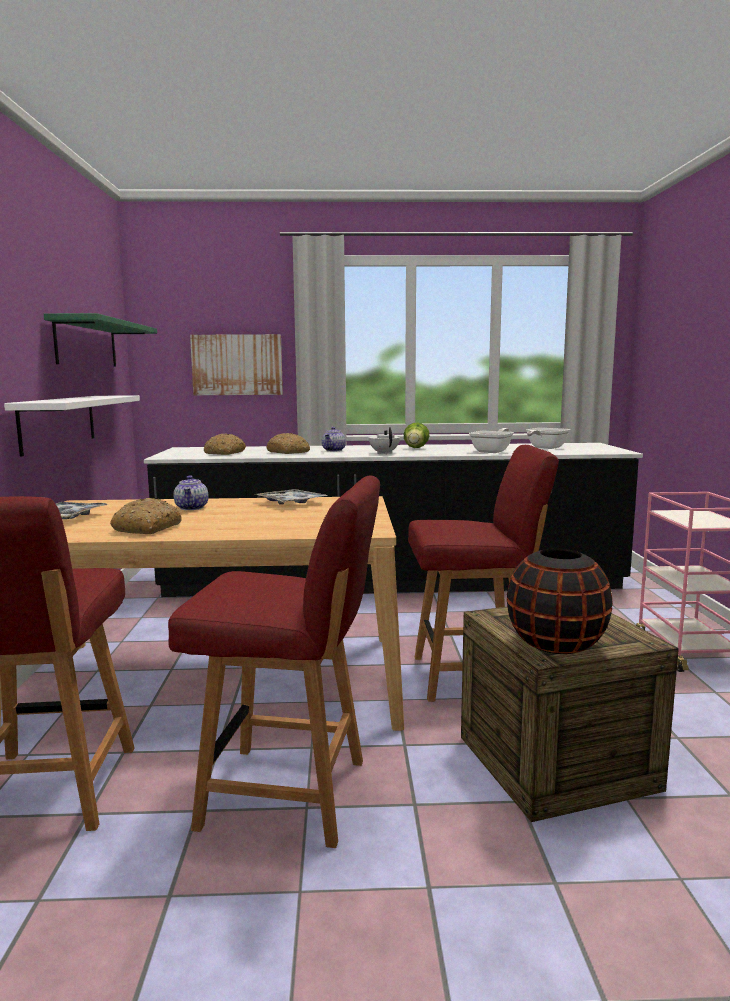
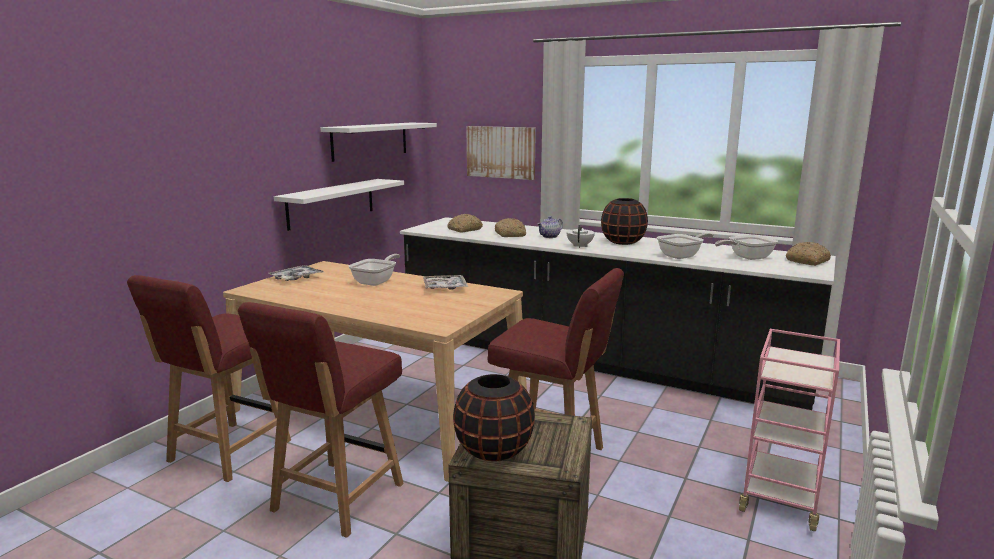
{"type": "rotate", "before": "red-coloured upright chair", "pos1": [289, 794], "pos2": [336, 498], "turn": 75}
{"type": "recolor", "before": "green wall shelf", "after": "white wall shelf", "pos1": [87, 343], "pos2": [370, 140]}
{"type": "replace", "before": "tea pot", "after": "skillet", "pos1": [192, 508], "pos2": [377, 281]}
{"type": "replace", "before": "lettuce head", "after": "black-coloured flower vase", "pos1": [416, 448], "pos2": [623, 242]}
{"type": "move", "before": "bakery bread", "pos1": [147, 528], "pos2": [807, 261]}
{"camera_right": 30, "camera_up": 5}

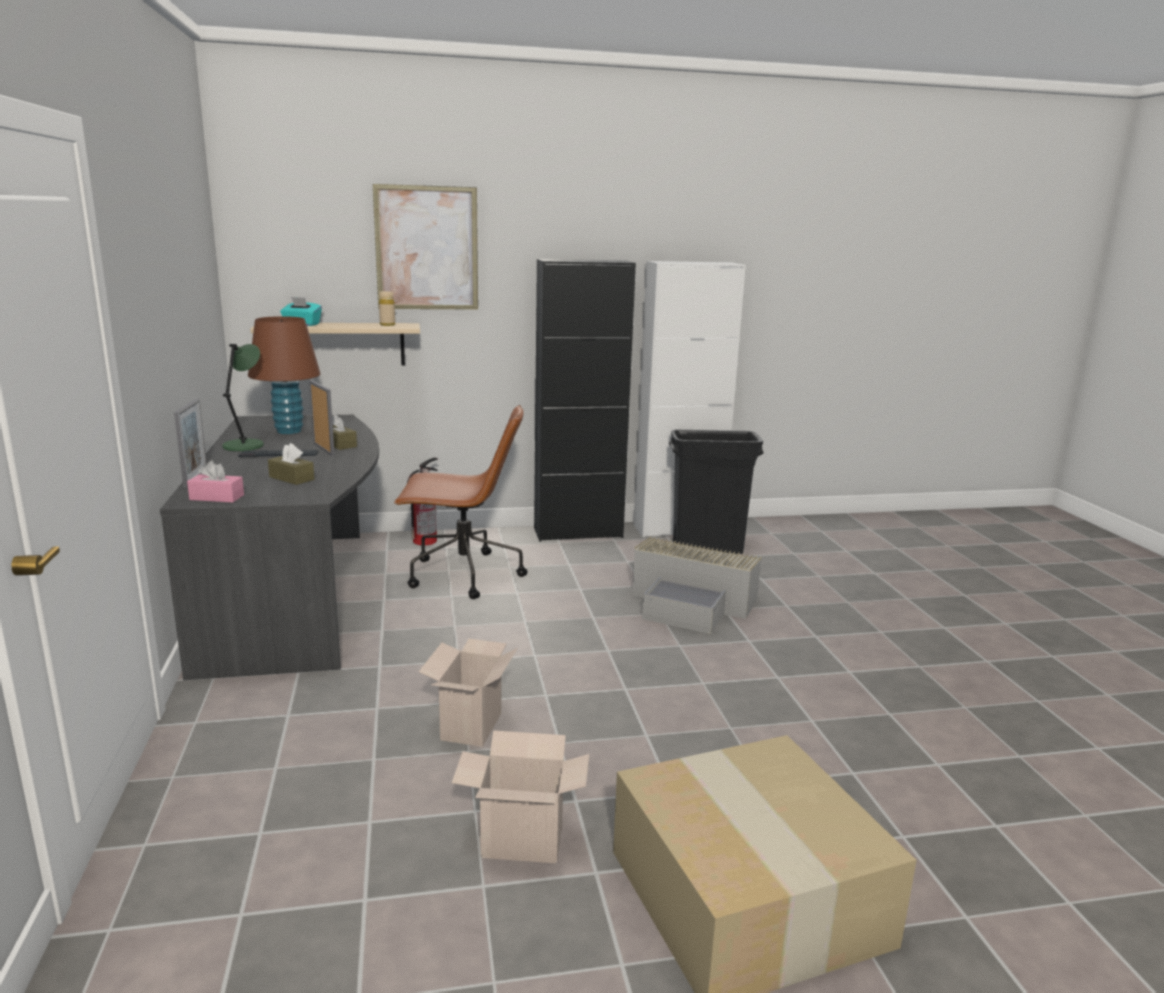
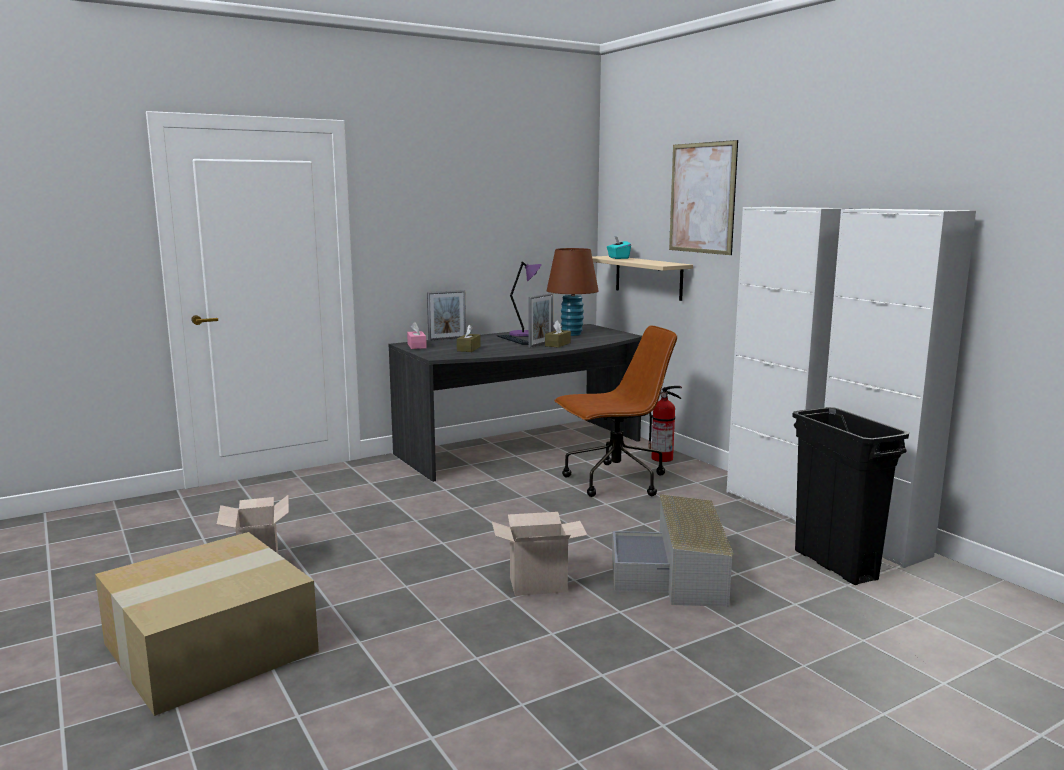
{"type": "move", "before": "packing box", "pos1": [470, 725], "pos2": [539, 584]}
{"type": "recolor", "before": "green tabletop lamp", "after": "purple-coloured tabletop lamp", "pos1": [244, 445], "pos2": [524, 334]}
{"type": "rotate", "before": "brownish computer chair", "pos1": [462, 575], "pos2": [614, 481], "turn": -90}
{"type": "recolor", "before": "black-coloured storage cabinet", "after": "white storage cabinet", "pos1": [578, 532], "pos2": [774, 502]}
{"type": "delete", "before": "sand-coloured drink bottle", "pos1": [387, 325]}
{"camera_right": 70, "camera_up": -5}

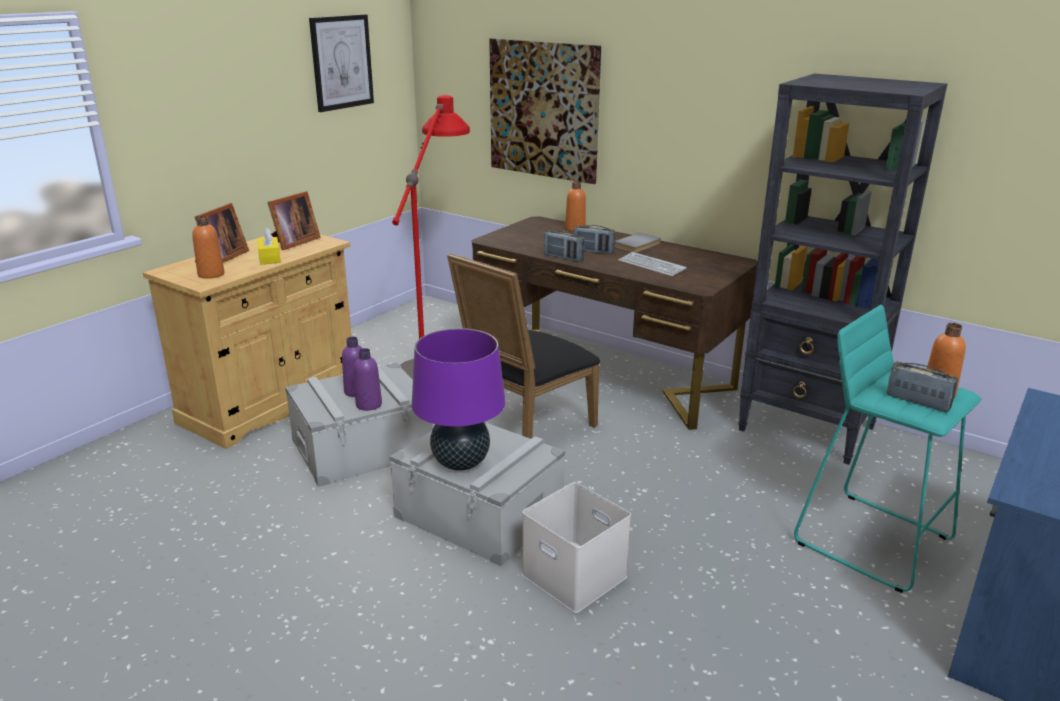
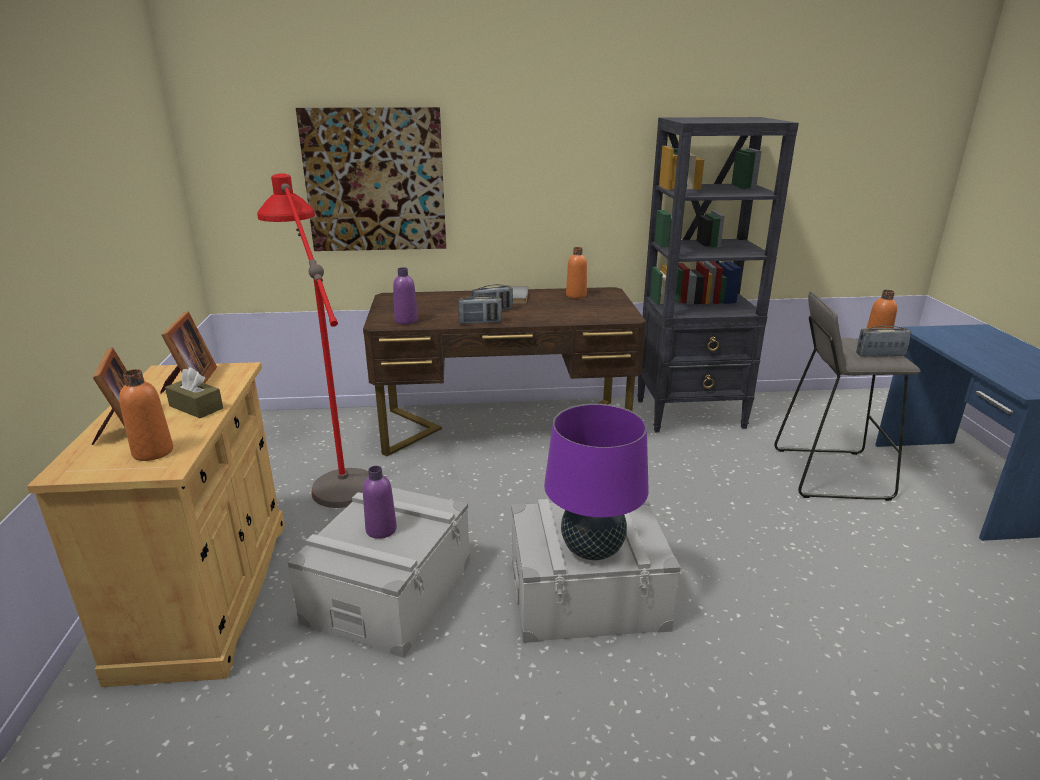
{"type": "recolor", "before": "yellowish tissue box", "after": "brownish tissue box", "pos1": [270, 258], "pos2": [196, 407]}
{"type": "move", "before": "purple-coloured drink bottle", "pos1": [369, 405], "pos2": [406, 321]}
{"type": "move", "before": "orange drink bottle", "pos1": [575, 229], "pos2": [576, 295]}
{"type": "recolor", "before": "blue-green stool", "after": "gray stool", "pos1": [873, 539], "pos2": [830, 473]}
{"type": "delete", "before": "picture", "pos1": [341, 62]}
{"type": "delete", "before": "black-coloured upright chair", "pos1": [525, 430]}
{"type": "delete", "before": "white storage bin", "pos1": [576, 576]}
{"type": "delete", "before": "computer keyboard", "pos1": [651, 265]}
{"camera_right": -40, "camera_up": 0}

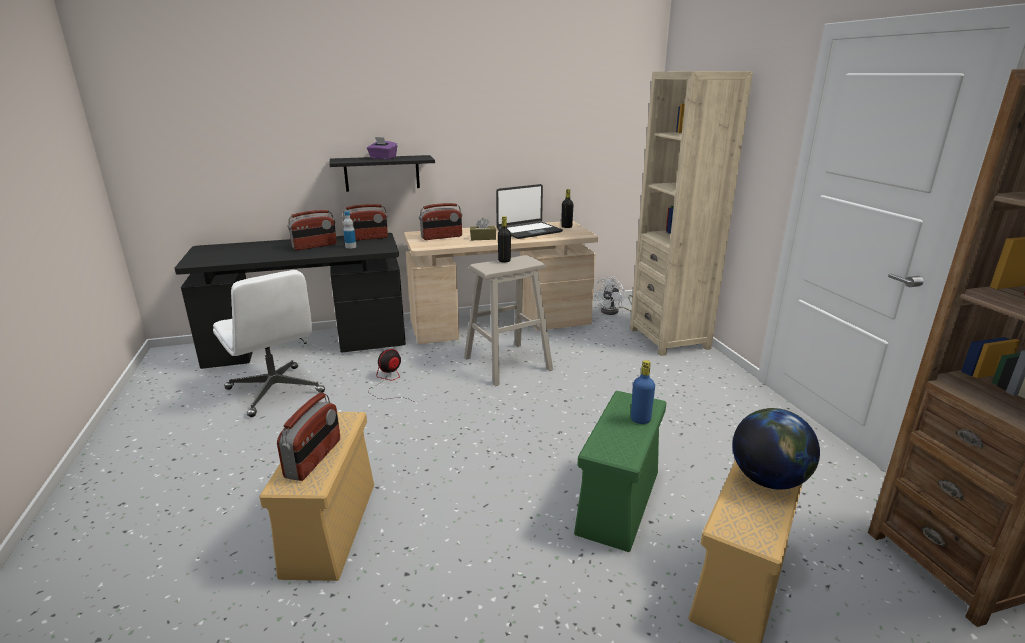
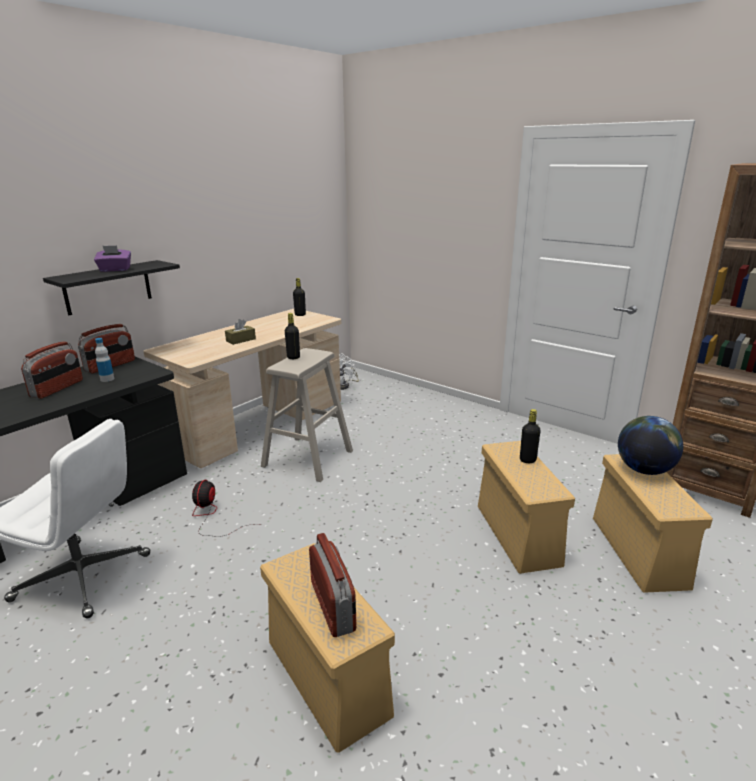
{"type": "recolor", "before": "green storage bin", "after": "sand-coloured storage bin", "pos1": [618, 503], "pos2": [518, 536]}
{"type": "recolor", "before": "blue drink bottle", "after": "black-coloured drink bottle", "pos1": [640, 419], "pos2": [527, 460]}
{"type": "delete", "before": "radio set", "pos1": [442, 237]}
{"type": "delete", "before": "laptop", "pos1": [529, 231]}
{"type": "delete", "before": "sand-coloured shelving unit", "pos1": [669, 338]}
{"camera_right": -35, "camera_up": 0}

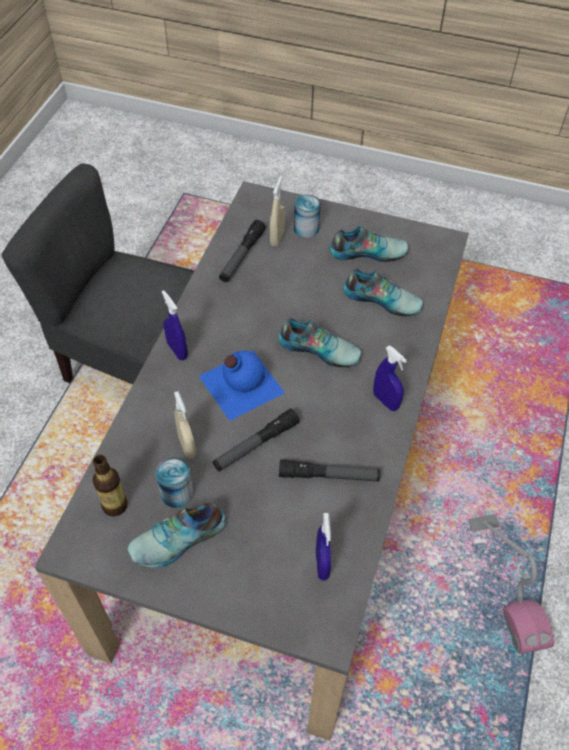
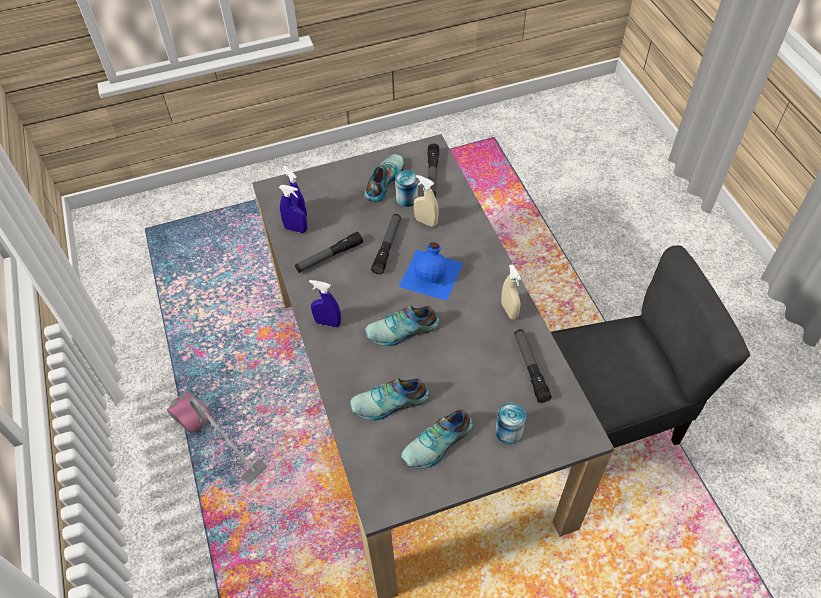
{"type": "move", "before": "blue sprayer", "pos1": [177, 351], "pos2": [296, 229]}
{"type": "replace", "before": "drink bottle", "after": "flashlight", "pos1": [115, 505], "pos2": [432, 175]}
{"type": "move", "before": "sand-coloured sprayer", "pos1": [277, 238], "pos2": [509, 310]}
{"camera_right": 145, "camera_up": 0}

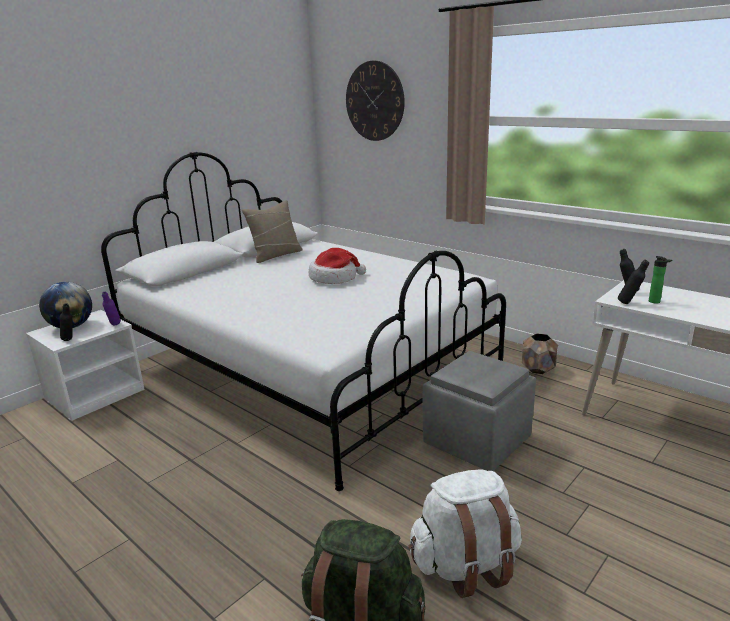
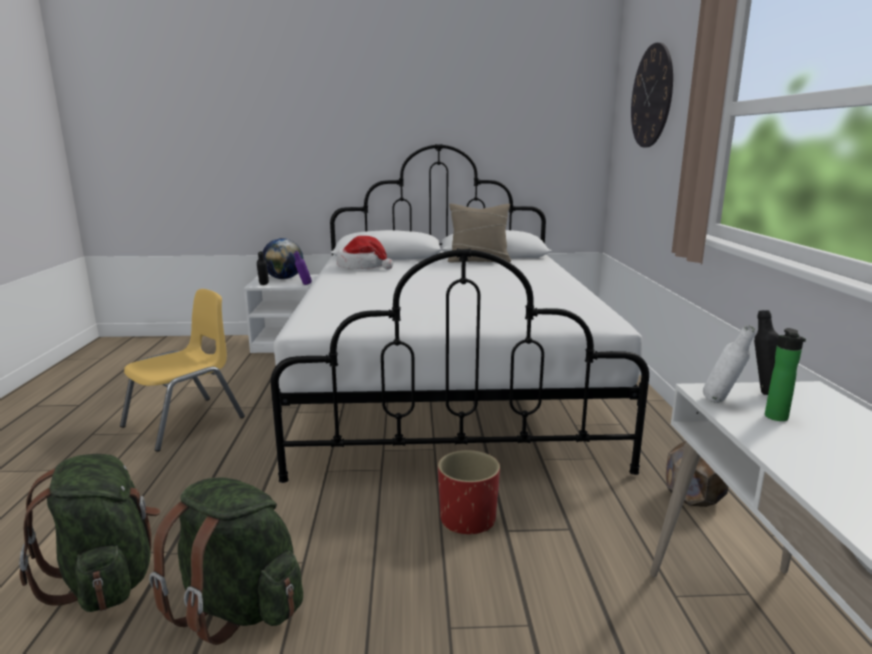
{"type": "insert", "after": "yellowish upright chair", "pos2": [185, 422]}
{"type": "recolor", "before": "white backpack", "after": "green backpack", "pos1": [465, 565], "pos2": [238, 606]}
{"type": "move", "before": "wearable hat", "pos1": [334, 278], "pos2": [363, 266]}
{"type": "replace", "before": "gray ottoman", "after": "red-coloured planter", "pos1": [476, 440], "pos2": [468, 519]}
{"type": "recolor", "before": "black-coloured drink bottle", "after": "white drink bottle", "pos1": [629, 303], "pos2": [722, 403]}
{"camera_right": 45, "camera_up": -5}

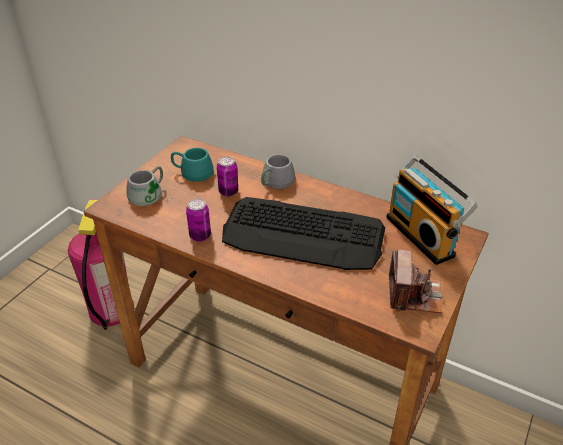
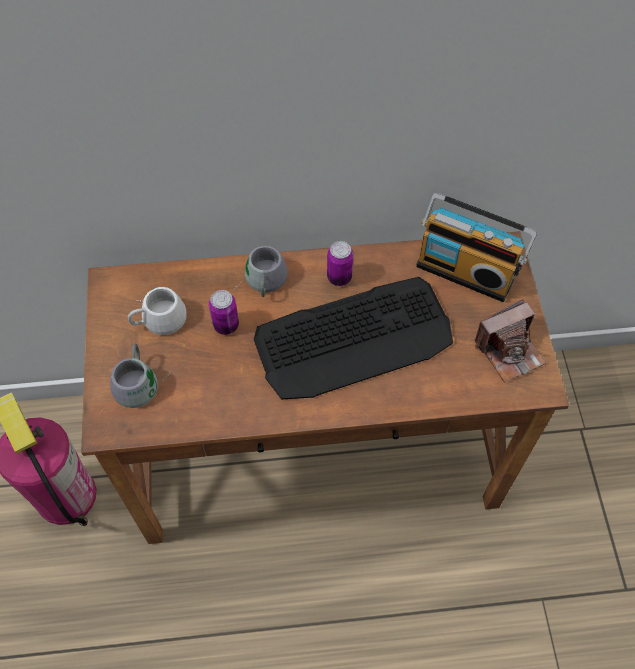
{"type": "recolor", "before": "blue-green tea mug", "after": "white tea mug", "pos1": [193, 170], "pos2": [157, 316]}
{"type": "move", "before": "metal can", "pos1": [200, 236], "pos2": [339, 277]}
{"type": "rotate", "before": "still camera", "pos1": [413, 295], "pos2": [509, 351], "turn": 90}
{"camera_right": -35, "camera_up": 20}

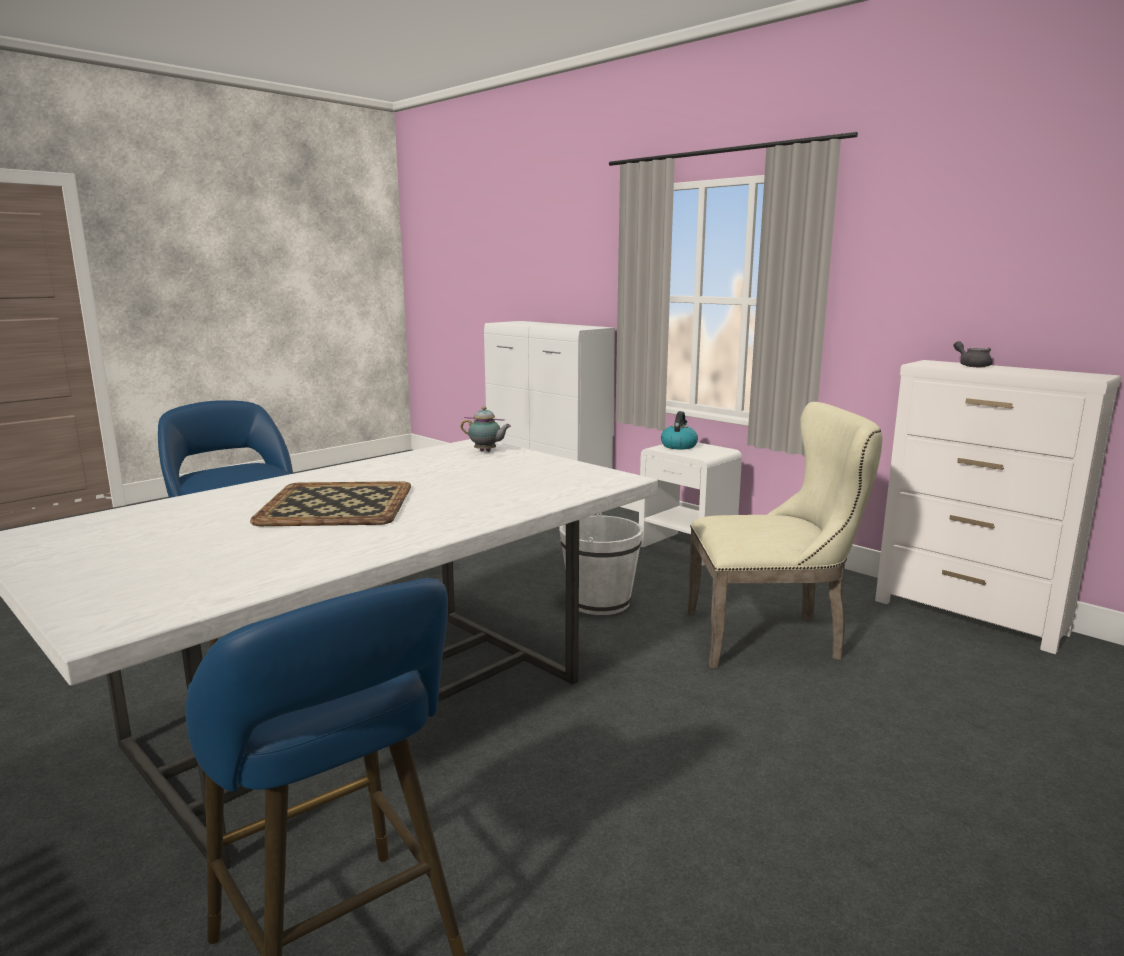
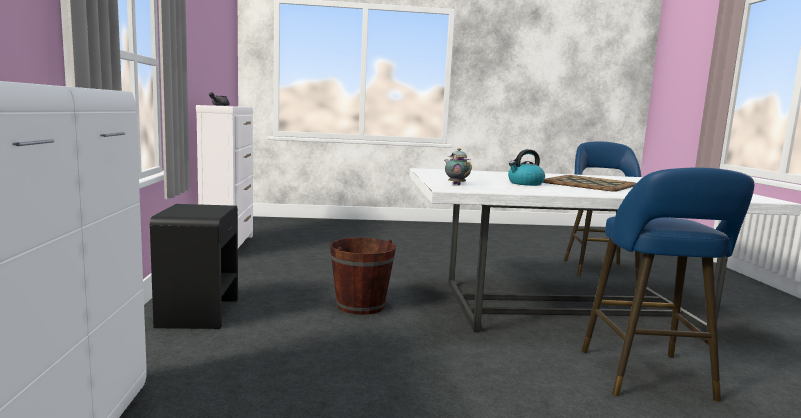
{"type": "recolor", "before": "white night table", "after": "black-coloured night table", "pos1": [687, 548], "pos2": [199, 312]}
{"type": "recolor", "before": "white water bucket", "after": "brownish water bucket", "pos1": [600, 602], "pos2": [360, 305]}
{"type": "move", "before": "kettle", "pos1": [678, 446], "pos2": [525, 183]}
{"type": "delete", "before": "sand-coloured upright chair", "pos1": [772, 637]}
{"camera_right": -140, "camera_up": -5}

